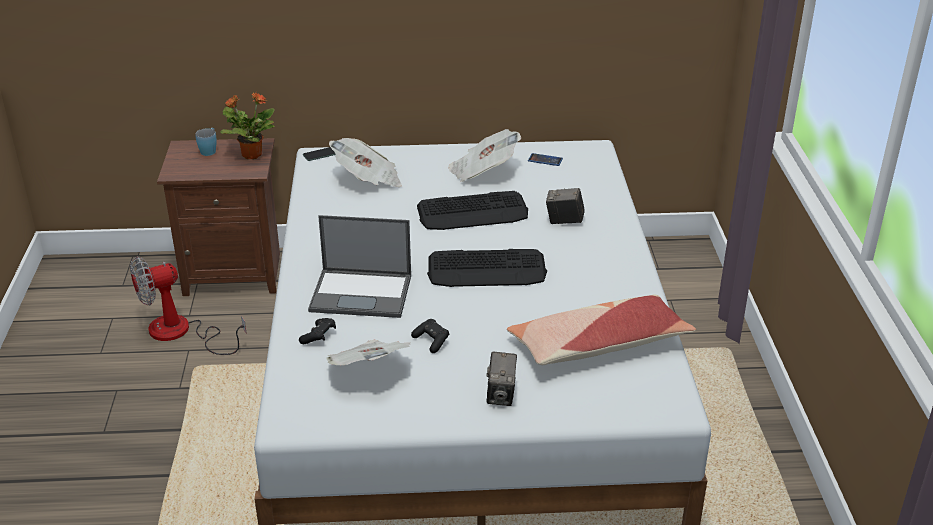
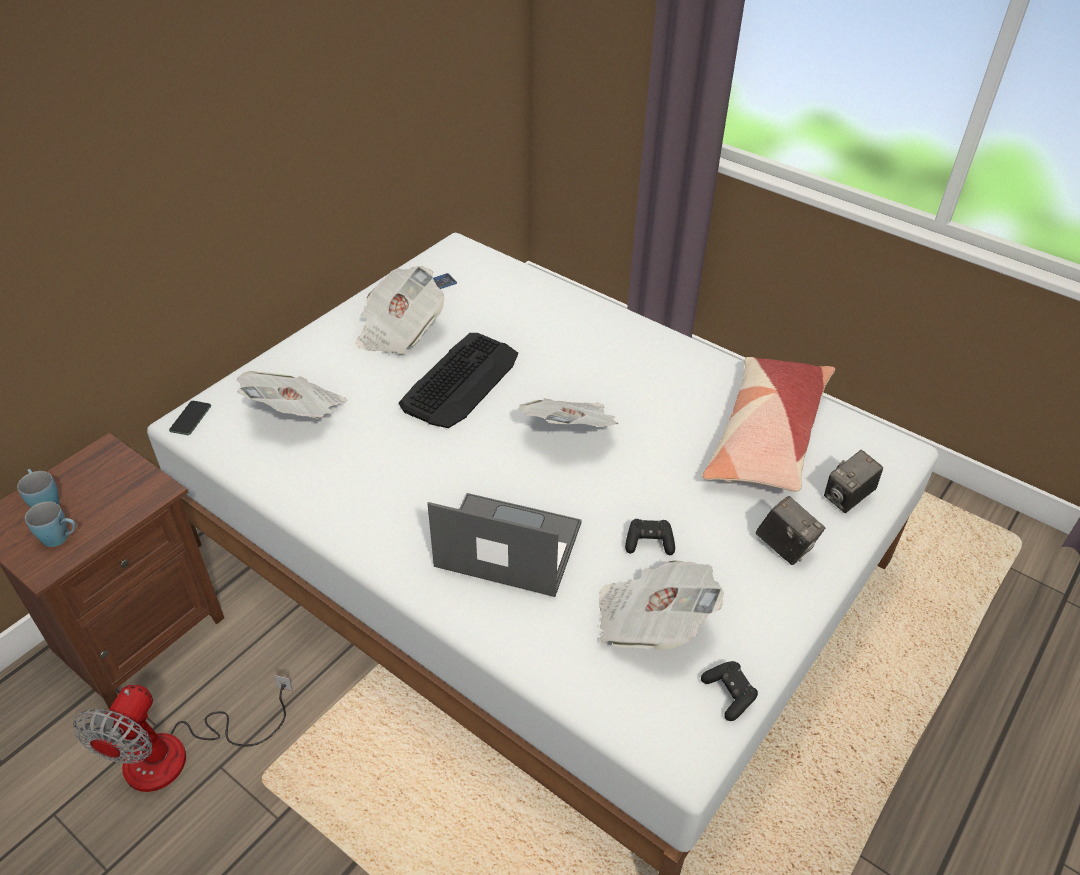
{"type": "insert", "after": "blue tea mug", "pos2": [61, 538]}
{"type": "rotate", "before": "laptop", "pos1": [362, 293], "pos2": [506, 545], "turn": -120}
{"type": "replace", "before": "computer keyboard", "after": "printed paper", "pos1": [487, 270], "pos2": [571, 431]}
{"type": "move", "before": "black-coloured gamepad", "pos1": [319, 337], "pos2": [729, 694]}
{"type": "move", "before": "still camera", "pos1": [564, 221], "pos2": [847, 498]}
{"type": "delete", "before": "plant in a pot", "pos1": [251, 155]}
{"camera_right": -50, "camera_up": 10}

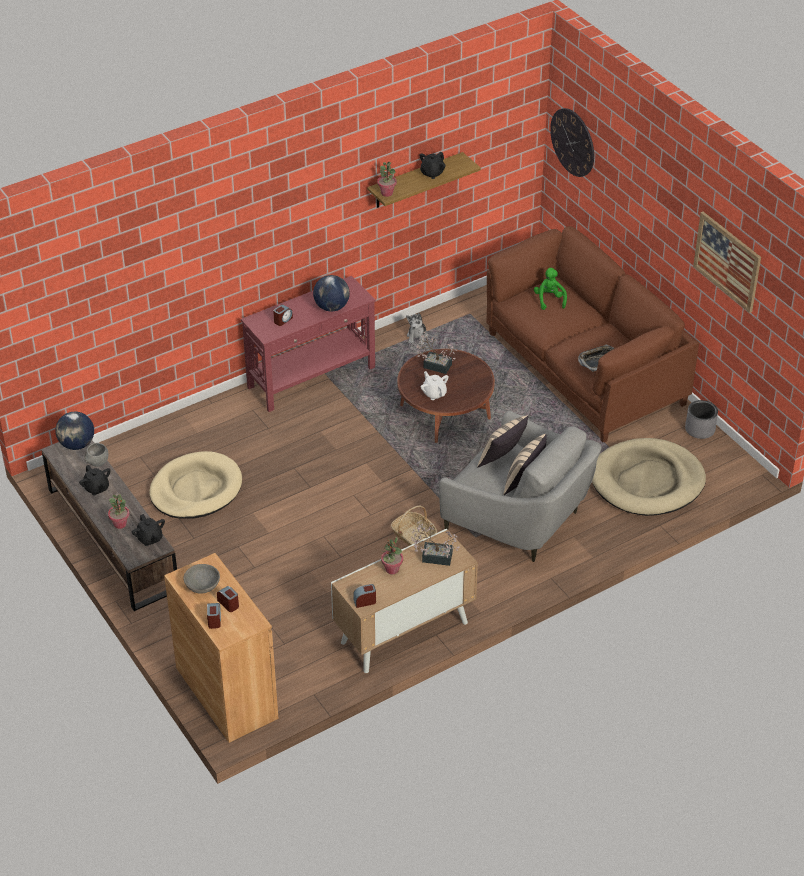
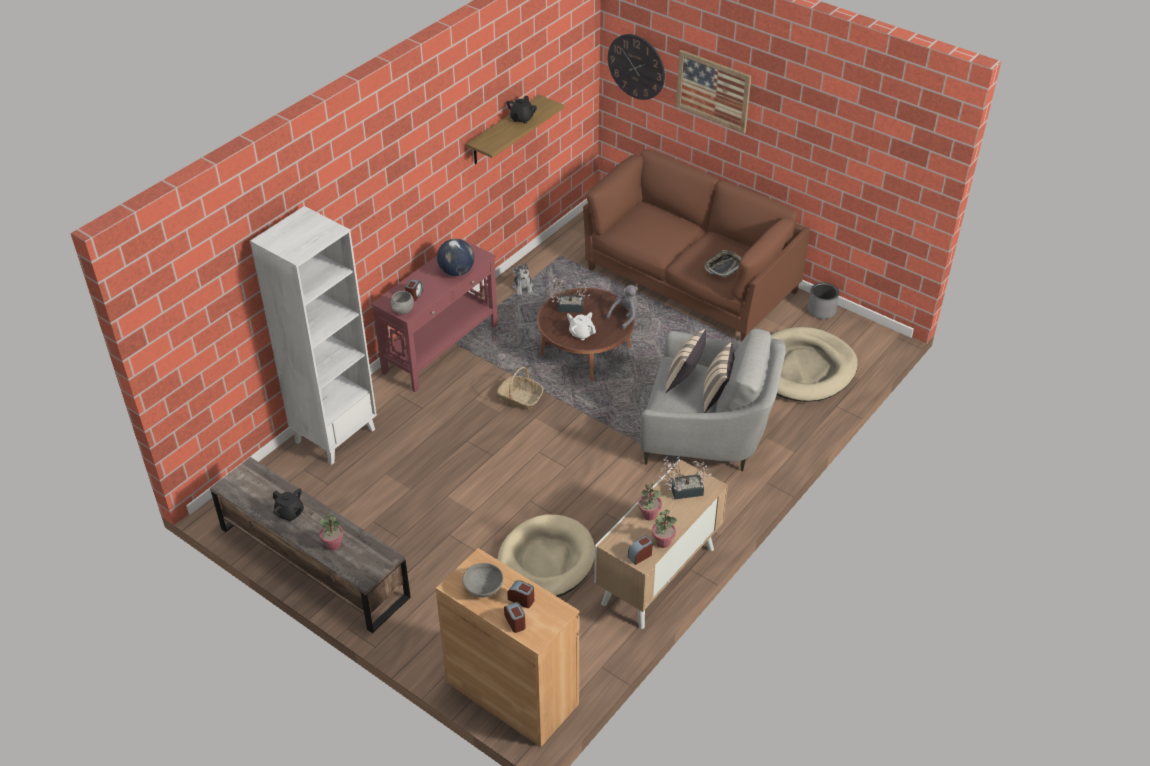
{"type": "insert", "after": "white shelving unit", "pos2": [335, 435]}
{"type": "move", "before": "gray serving bowl", "pos1": [97, 463], "pos2": [403, 311]}
{"type": "move", "before": "basket", "pos1": [413, 536], "pos2": [520, 398]}
{"type": "move", "before": "sand-coloured pet bed", "pos1": [196, 489], "pos2": [545, 561]}
{"type": "insert", "after": "gray cuddly toy", "pos2": [625, 316]}
{"type": "move", "before": "plant in a pot", "pos1": [387, 193], "pos2": [663, 542]}
{"type": "move", "before": "picture", "pos1": [727, 261], "pos2": [713, 91]}
{"type": "delete", "before": "desk globe", "pos1": [77, 444]}
{"type": "delete", "before": "black-coloured tea pot", "pos1": [149, 538]}
{"type": "delete", "before": "green cuddly toy", "pos1": [549, 300]}
{"camera_right": -20, "camera_up": 0}

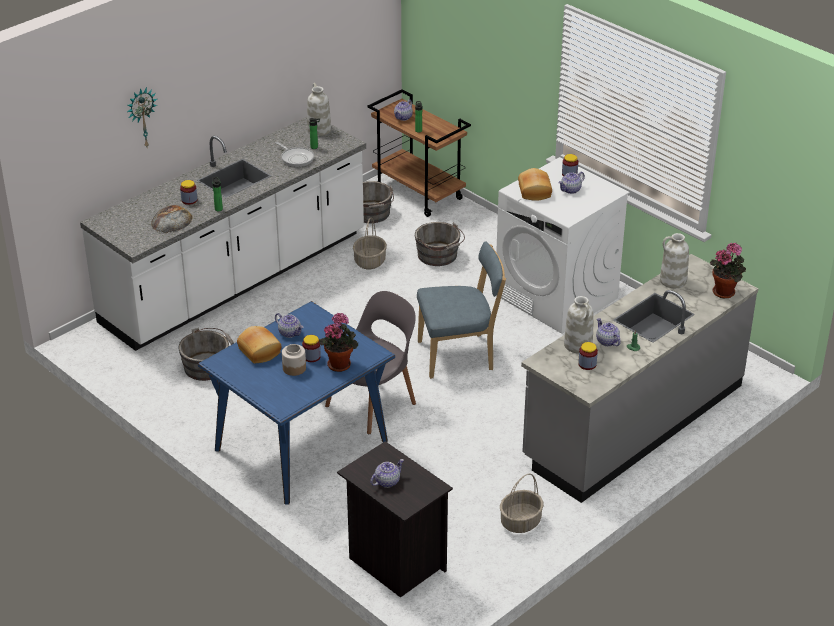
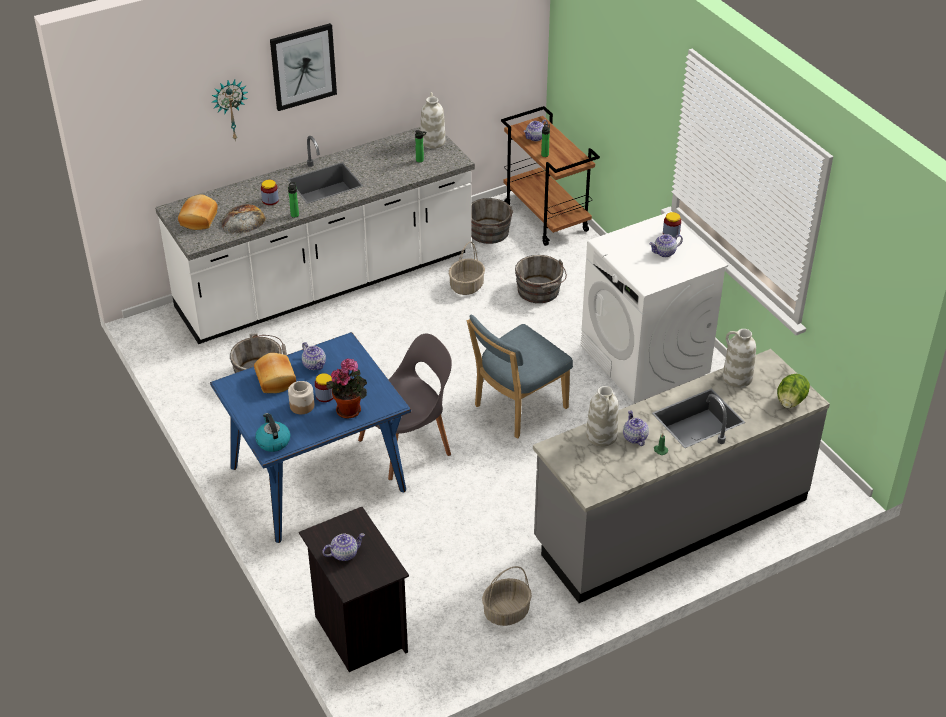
{"type": "move", "before": "bakery bread", "pos1": [533, 191], "pos2": [198, 219]}
{"type": "insert", "after": "kettle", "pos2": [273, 441]}
{"type": "insert", "after": "picture", "pos2": [303, 66]}
{"type": "rotate", "before": "blue upright chair", "pos1": [459, 355], "pos2": [517, 408], "turn": 135}
{"type": "replace", "before": "plant in a pot", "after": "lettuce head", "pos1": [725, 292], "pos2": [790, 401]}
{"type": "delete", "before": "skillet", "pos1": [296, 158]}
{"type": "delete", "before": "storage jar", "pos1": [587, 364]}
{"camera_right": 15, "camera_up": 5}

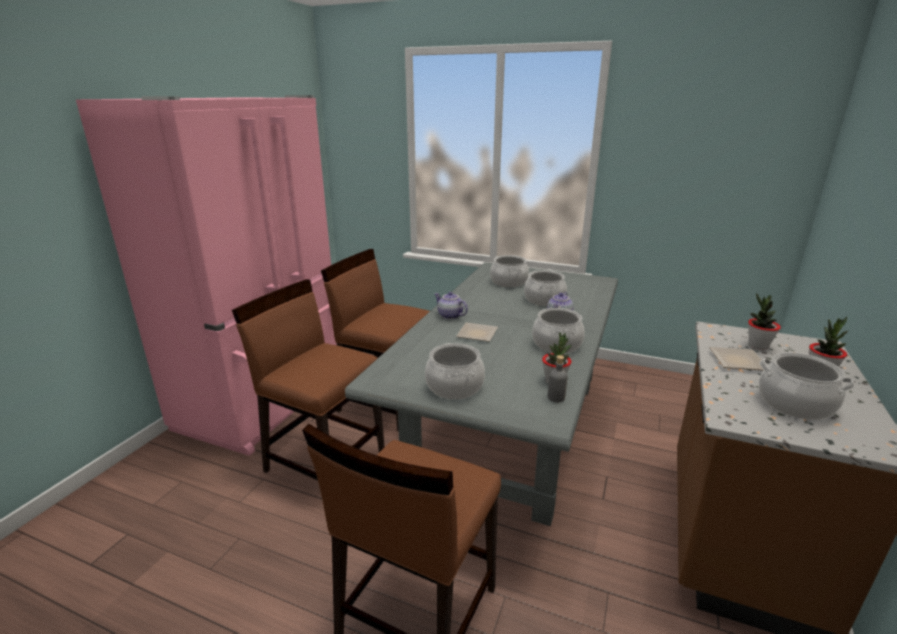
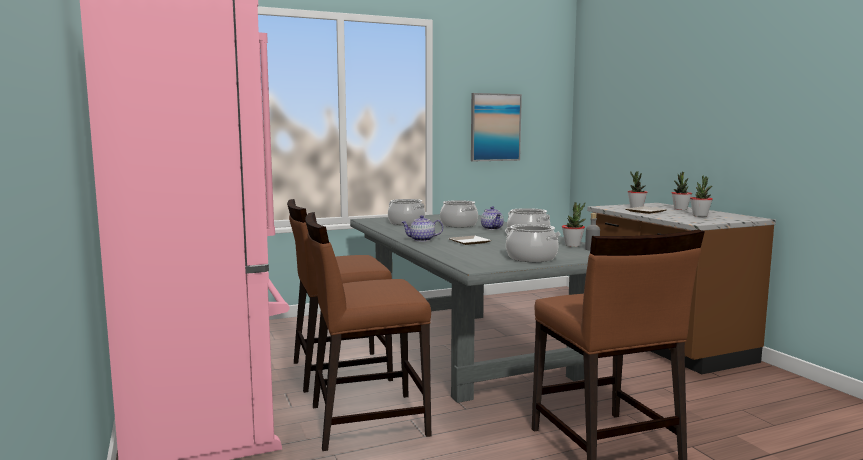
{"type": "insert", "after": "picture", "pos2": [495, 127]}
{"type": "replace", "before": "cooking pot", "after": "plant in a pot", "pos1": [795, 404], "pos2": [700, 216]}
{"camera_right": -45, "camera_up": -15}

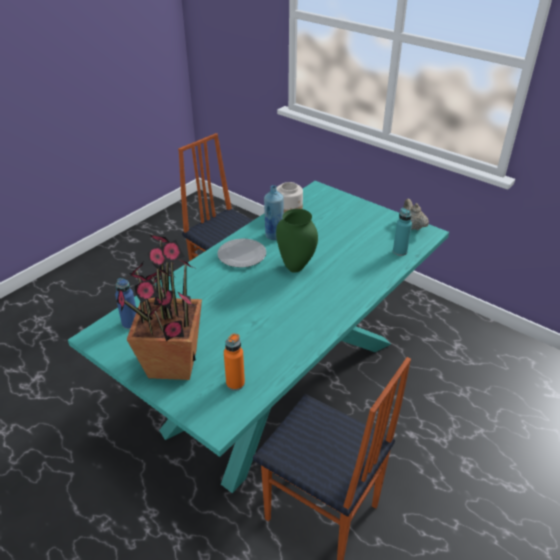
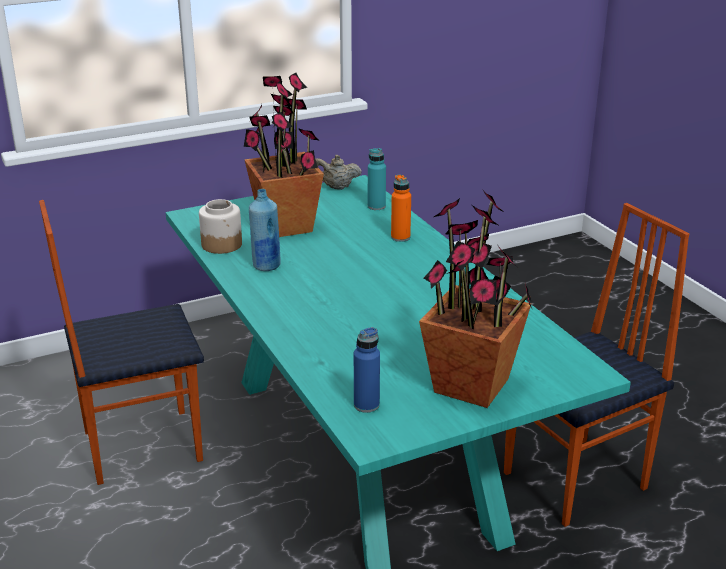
{"type": "insert", "after": "plant in a pot", "pos2": [285, 226]}
{"type": "move", "before": "orange drink bottle", "pos1": [235, 383], "pos2": [400, 237]}
{"type": "delete", "before": "plate", "pos1": [241, 255]}
{"type": "delete", "before": "green flower vase", "pos1": [296, 267]}
{"camera_right": -65, "camera_up": -10}

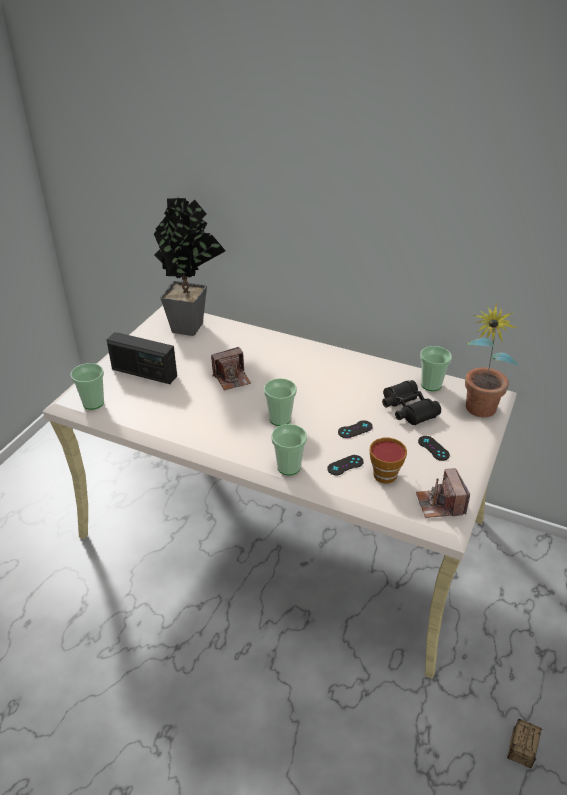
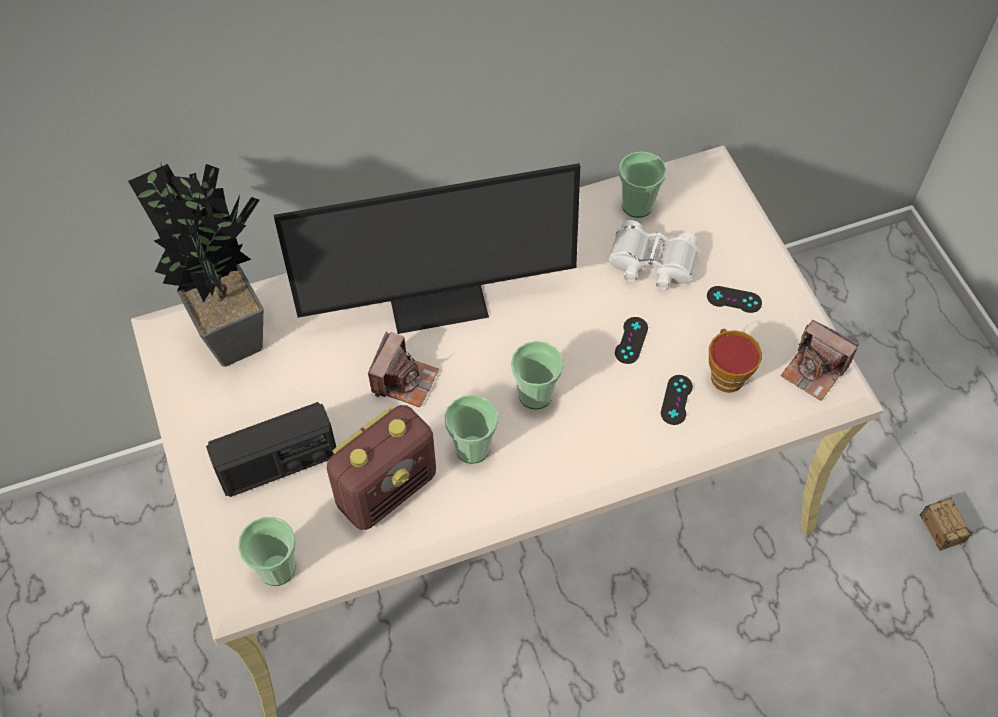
{"type": "insert", "after": "computer display", "pos2": [435, 291]}
{"type": "insert", "after": "radio set", "pos2": [387, 489]}
{"type": "move", "before": "drinking cup", "pos1": [288, 467], "pos2": [472, 448]}
{"type": "recolor", "before": "black-coloured field glasses", "after": "white field glasses", "pos1": [407, 409], "pos2": [652, 264]}
{"type": "delete", "before": "plant in a pot", "pos1": [477, 413]}
{"camera_right": -45, "camera_up": 20}

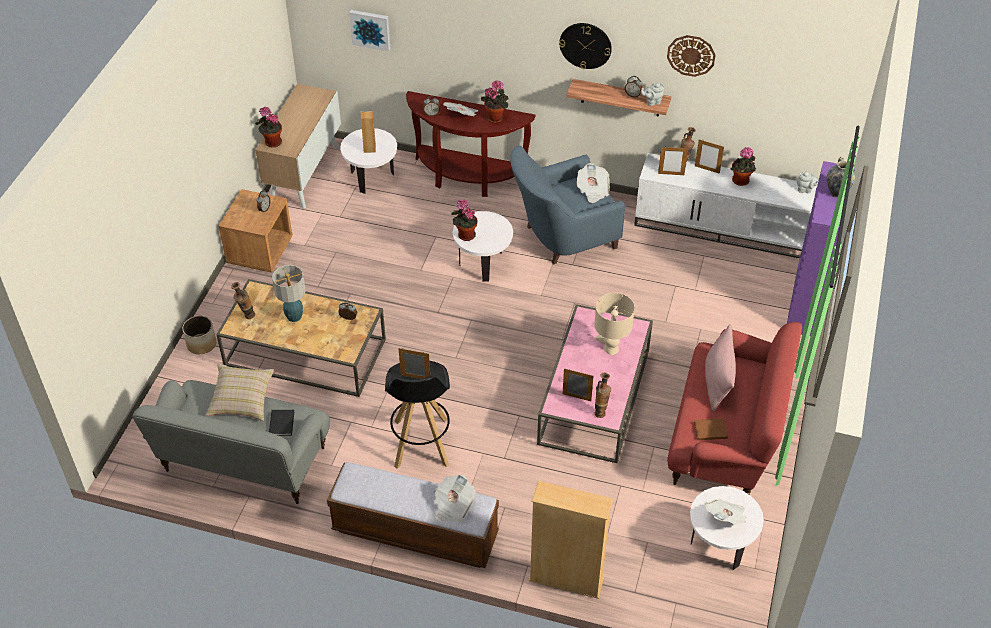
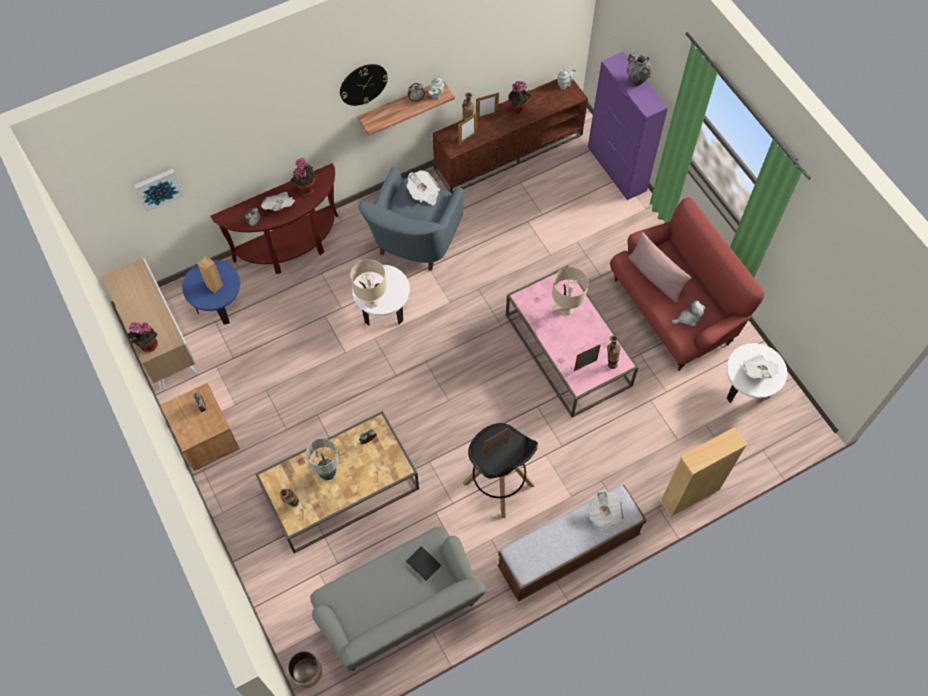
{"type": "recolor", "before": "white side table", "after": "blue side table", "pos1": [372, 178], "pos2": [219, 305]}
{"type": "move", "before": "planter", "pos1": [201, 344], "pos2": [306, 672]}
{"type": "replace", "before": "plant in a pot", "after": "sand-coloured tabletop lamp", "pos1": [465, 235], "pos2": [372, 302]}
{"type": "recolor", "before": "white tv unit", "after": "brownish tv unit", "pos1": [722, 228], "pos2": [509, 151]}
{"type": "replace", "before": "brownish volume", "after": "cuddly toy", "pos1": [709, 430], "pos2": [688, 318]}
{"type": "delete", "before": "sand-coloured throw pillow", "pos1": [241, 400]}
{"type": "delete", "before": "hanging clock", "pos1": [691, 55]}
{"camera_right": -45, "camera_up": 15}

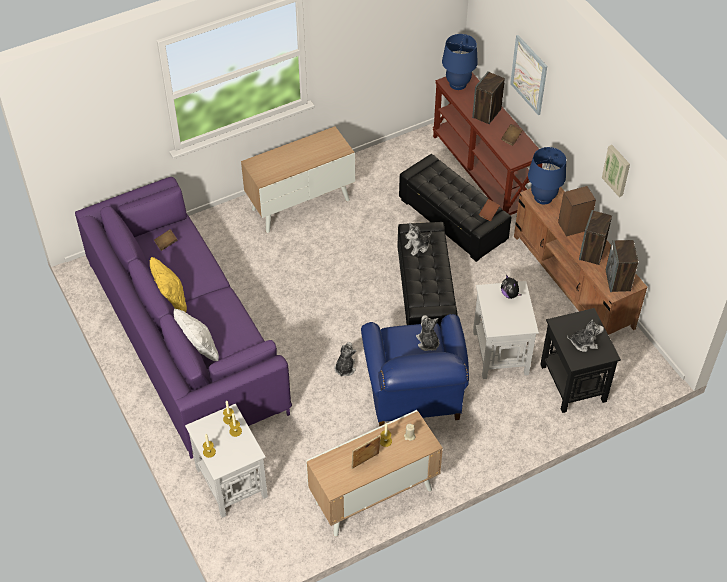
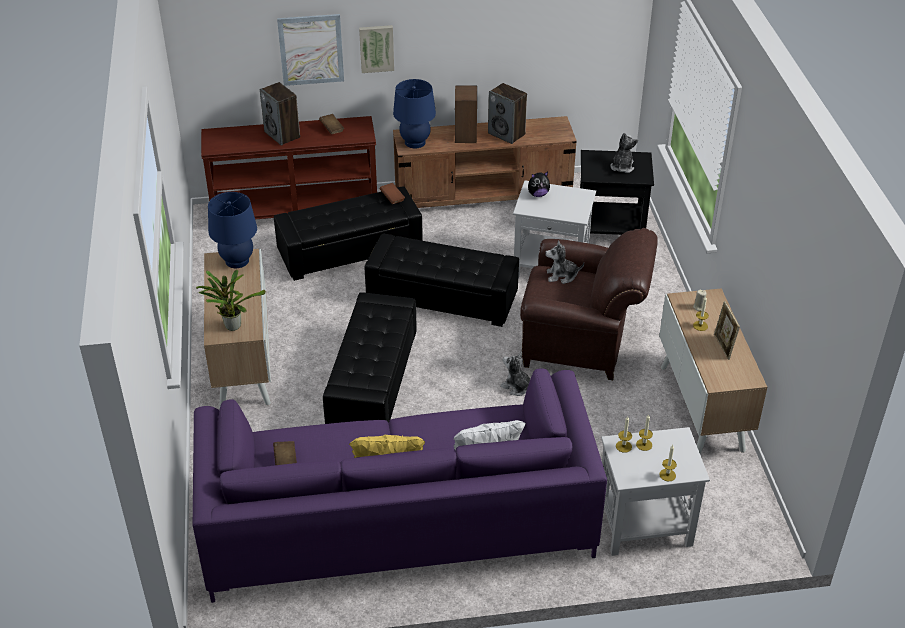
{"type": "insert", "after": "plant in a pot", "pos2": [231, 325]}
{"type": "move", "before": "blue tabletop lamp", "pos1": [458, 84], "pos2": [237, 261]}
{"type": "insert", "after": "black-coloured ottoman", "pos2": [372, 382]}
{"type": "move", "before": "picture", "pos1": [617, 170], "pos2": [376, 48]}
{"type": "recolor", "before": "blue easy chair", "after": "brownish easy chair", "pos1": [414, 397], "pos2": [581, 343]}
{"type": "delete", "before": "cuddly toy", "pos1": [417, 246]}
{"type": "delete", "before": "speaker", "pos1": [618, 281]}
{"camera_right": -70, "camera_up": -10}

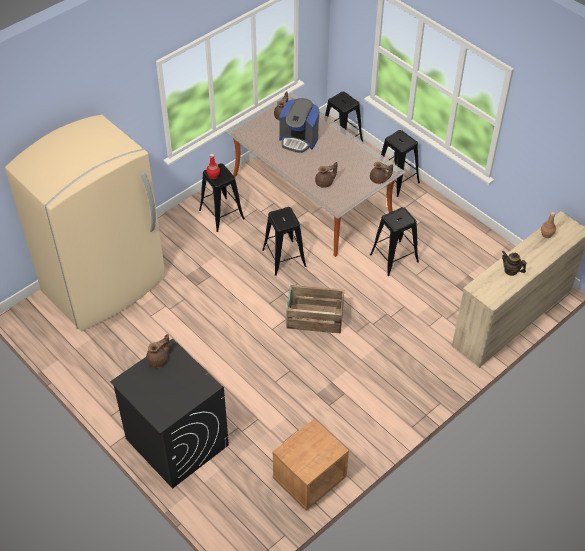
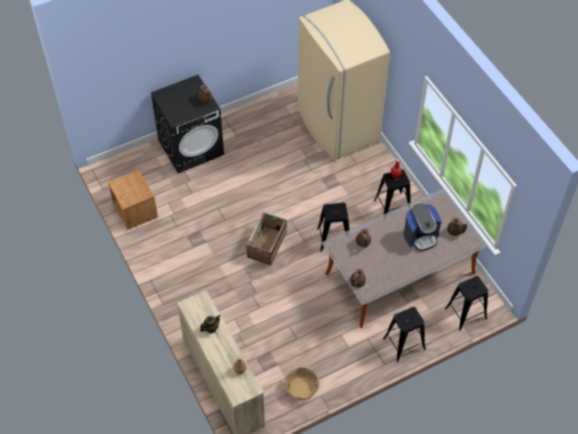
{"type": "insert", "after": "basket", "pos2": [302, 388]}
{"type": "rotate", "before": "coffee maker", "pos1": [298, 139], "pos2": [421, 236], "turn": -150}
{"type": "delete", "before": "black-coloured stool", "pos1": [394, 258]}
{"camera_right": 105, "camera_up": 5}

